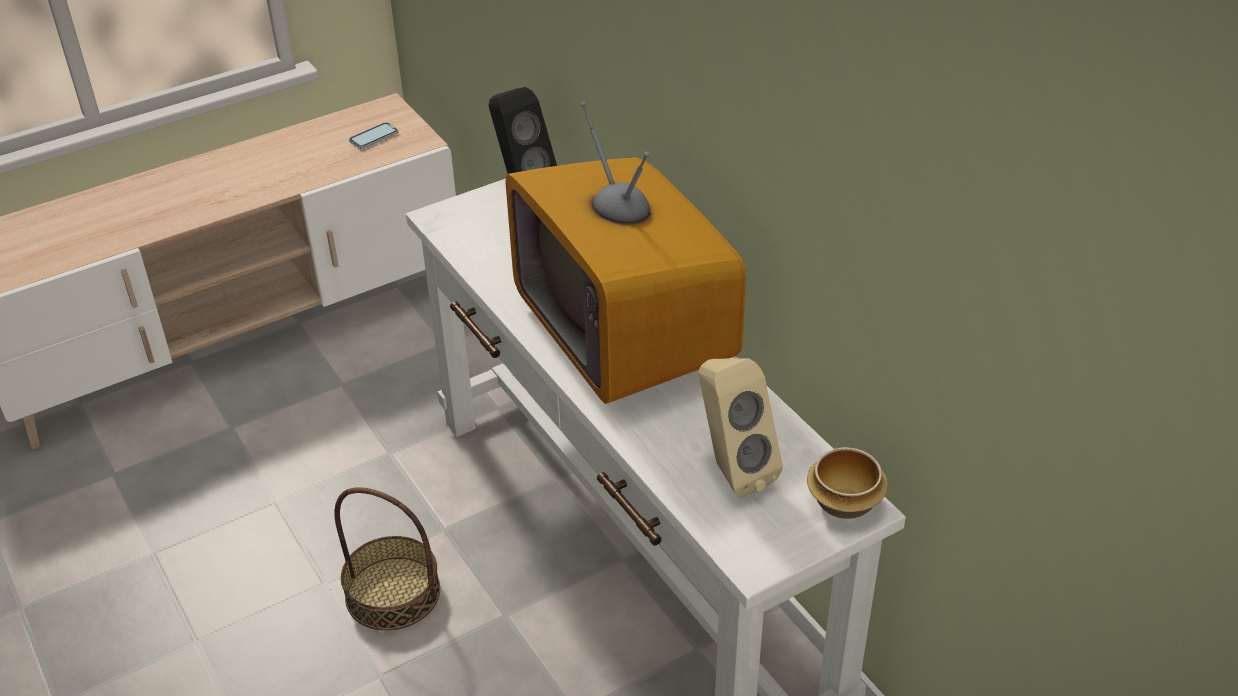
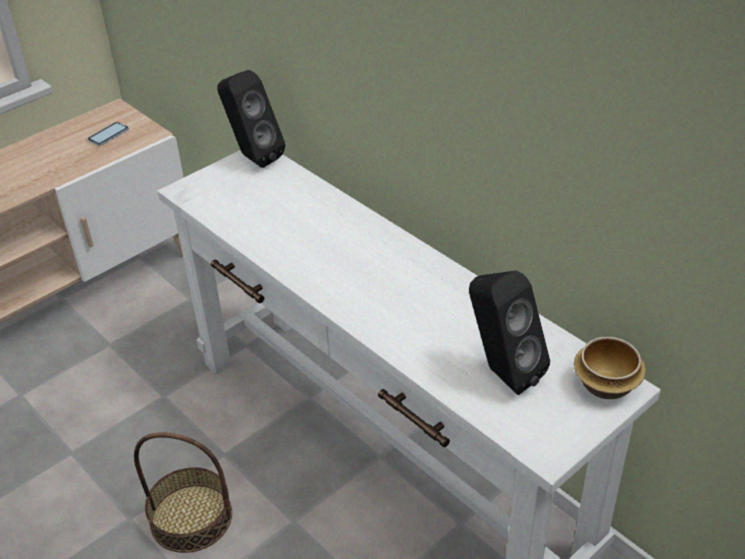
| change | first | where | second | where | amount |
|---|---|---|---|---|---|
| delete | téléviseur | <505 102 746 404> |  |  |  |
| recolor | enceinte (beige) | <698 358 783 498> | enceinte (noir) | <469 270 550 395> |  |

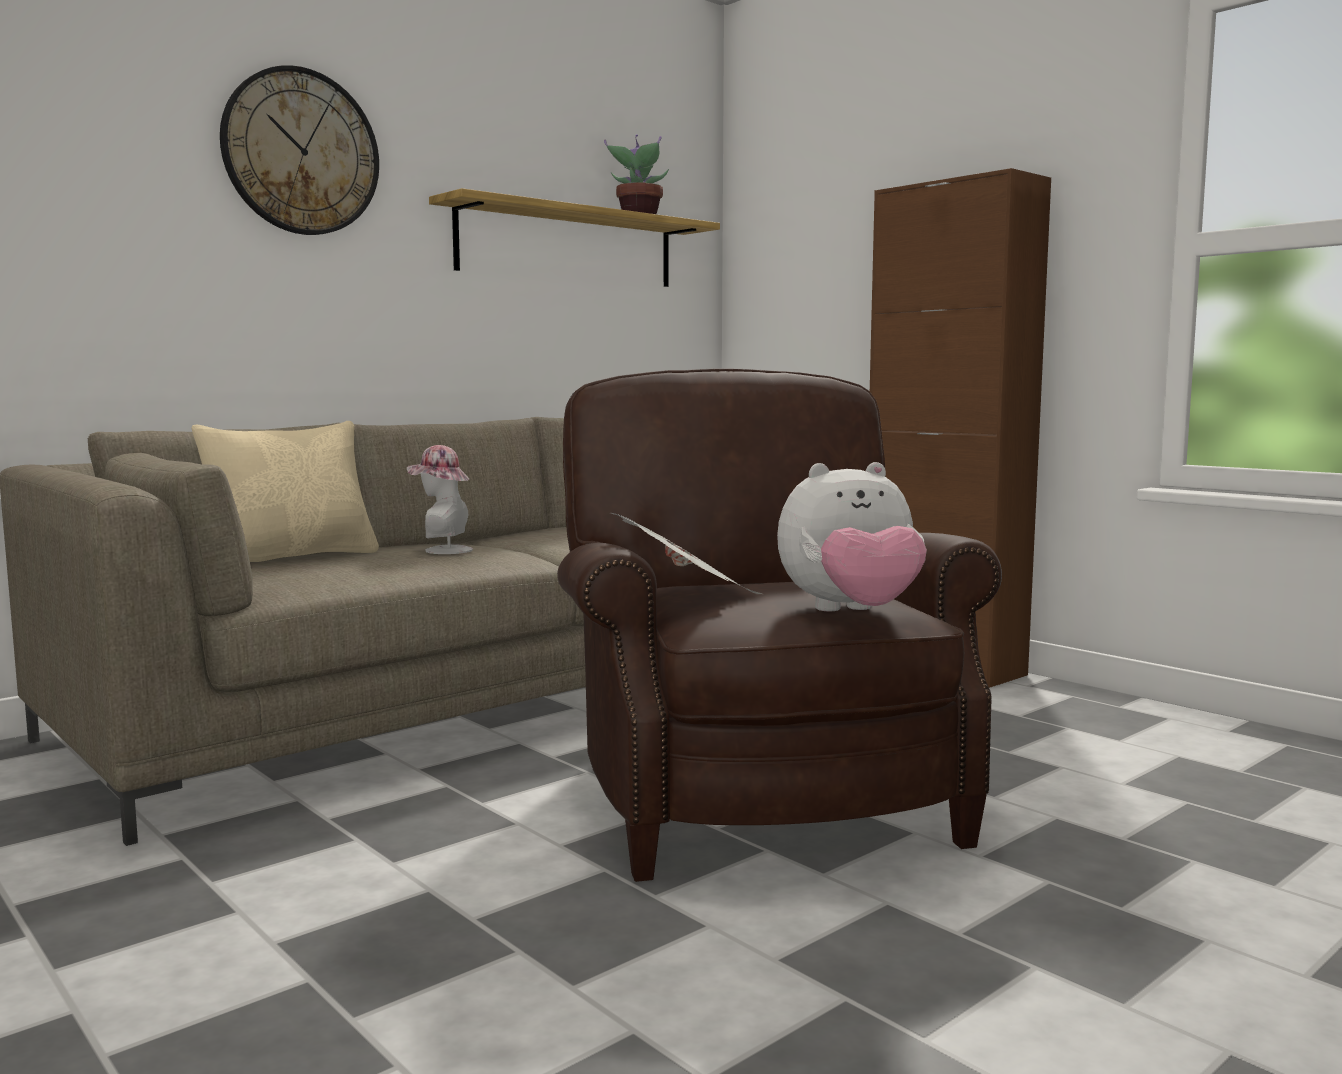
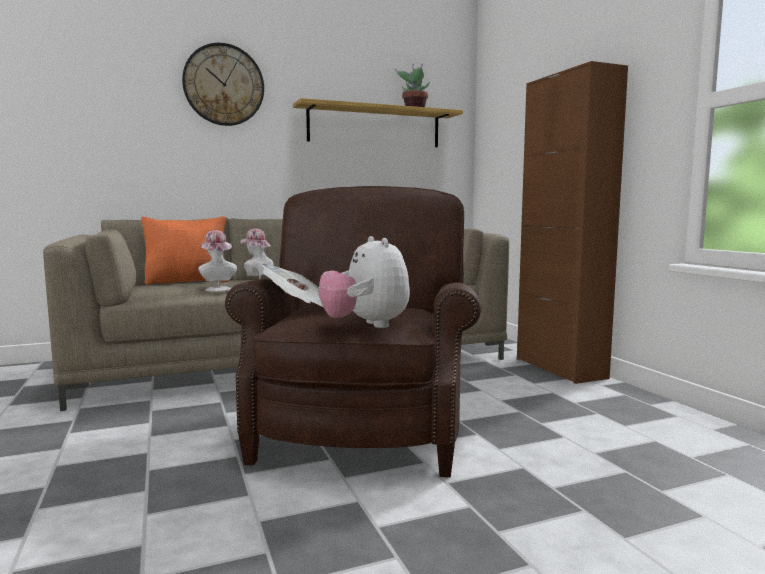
| change | first | where | second | where | amount |
|---|---|---|---|---|---|
| insert |  |  | chapeau | <198 230 237 292> |  |
| recolor | coussin (beige) | <192 421 379 562> | coussin (orange) | <141 216 229 285> |  |
| rotate | peluche | <777 462 927 611> |  | <318 236 410 328> | 60 degrees clockwise |

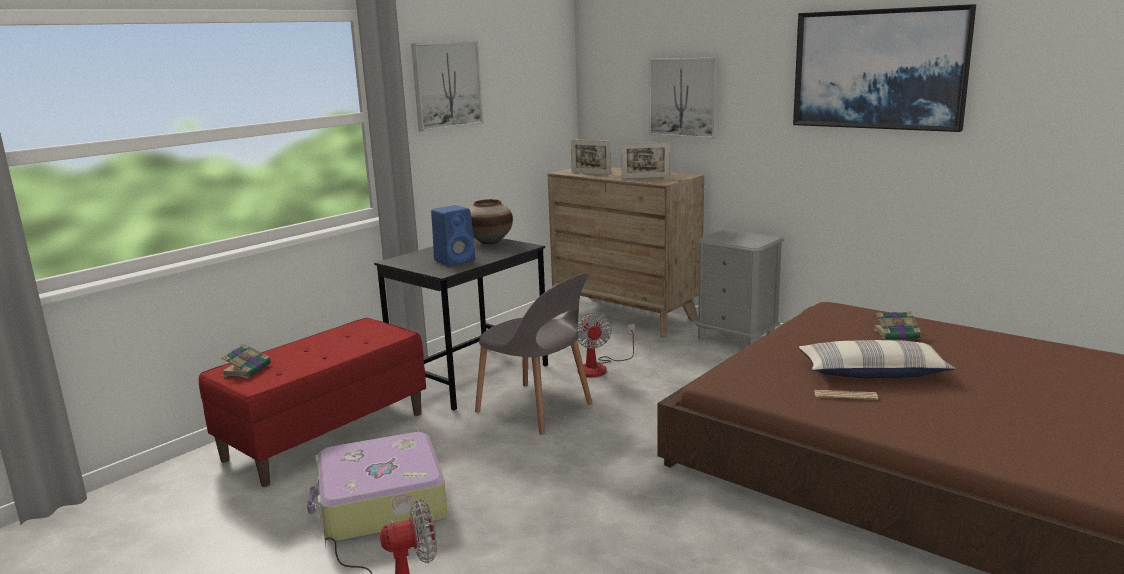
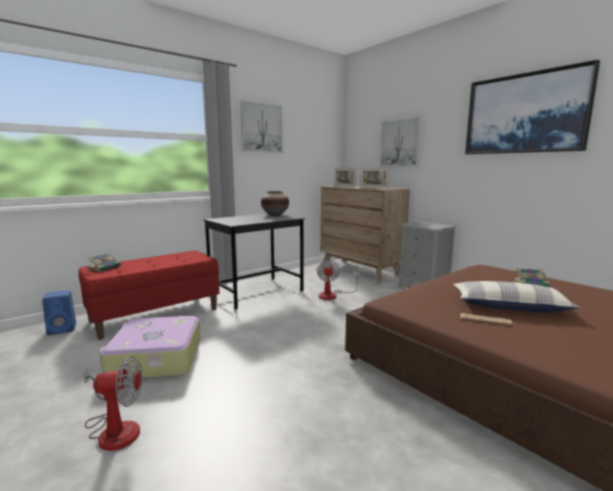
| change | first | where | second | where | amount |
|---|---|---|---|---|---|
| delete | chaise (gris) | <475 273 592 435> |  |  |  |
| move | enceinte (bleu) | <431 205 475 266> |  | <42 290 76 335> |  |

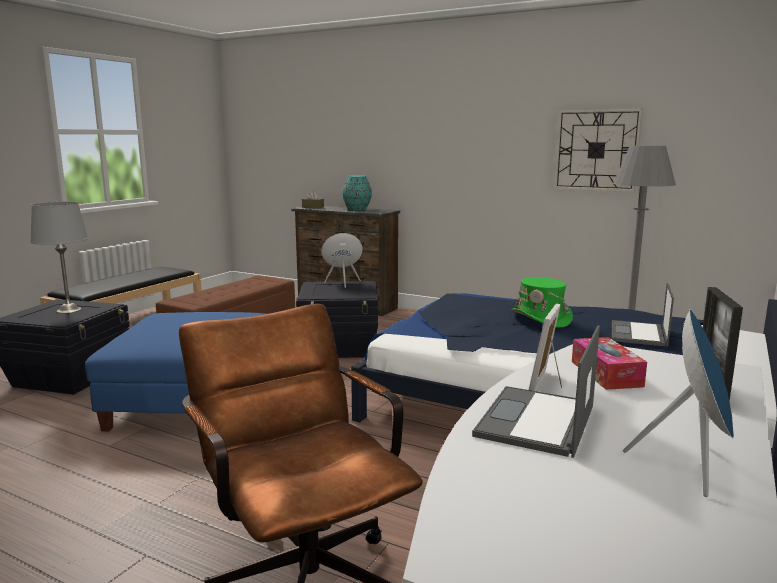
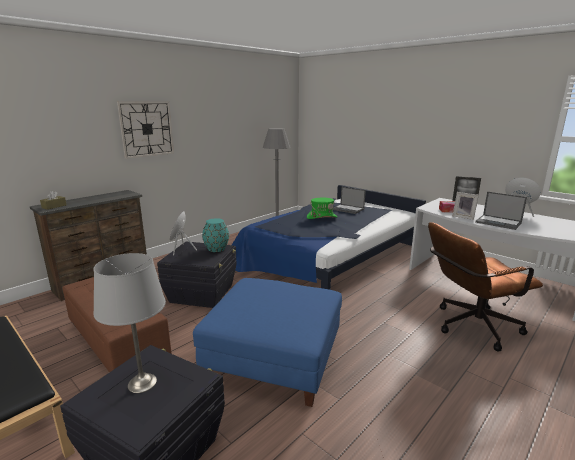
| change | first | where | second | where | amount |
|---|---|---|---|---|---|
| move | vase (turquoise) | <342 175 372 211> |  | <202 218 229 252> |  |
| move | horloge murale | <554 108 643 192> |  | <117 101 174 159> |  |

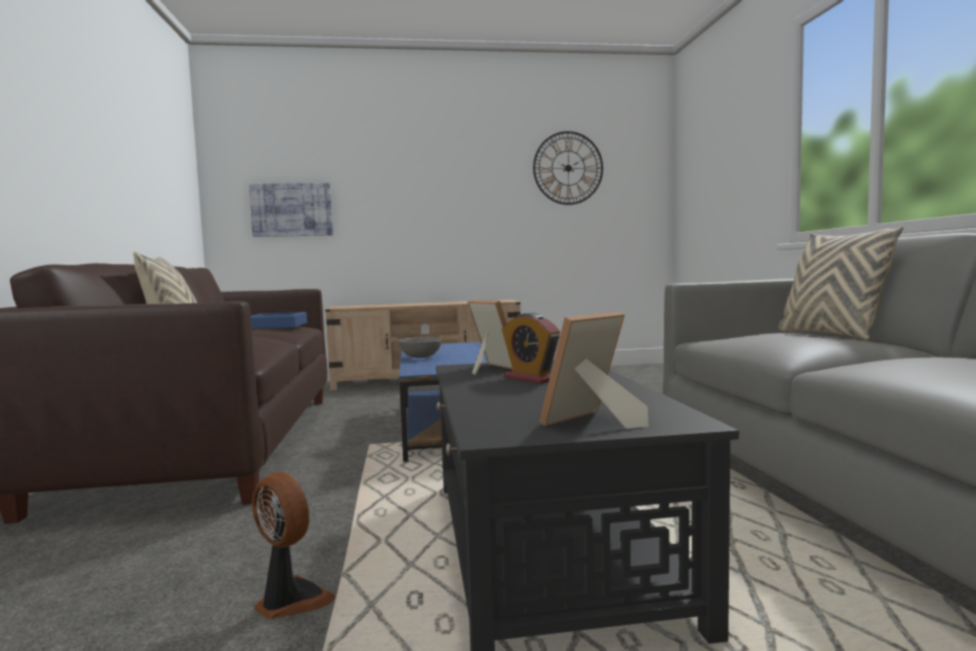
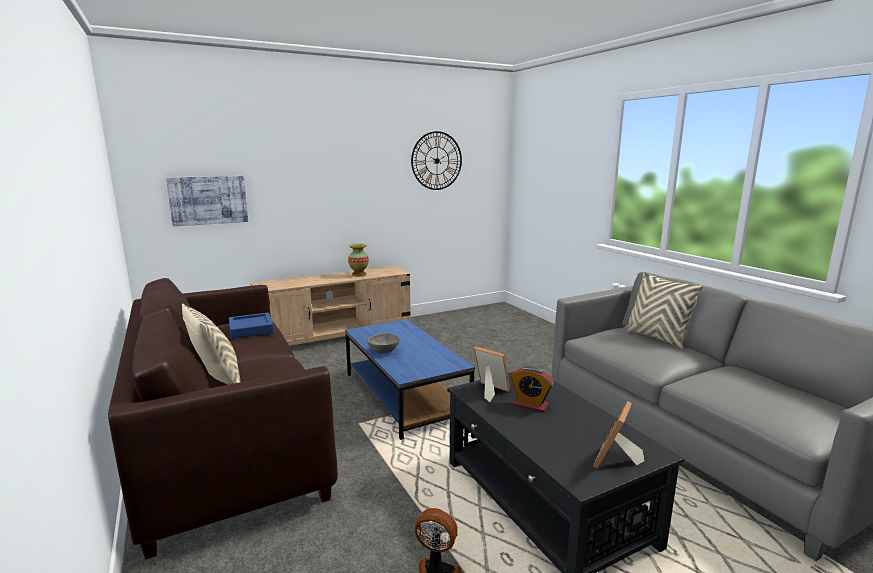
| change | first | where | second | where | amount |
|---|---|---|---|---|---|
| insert |  |  | vase | <348 243 369 277> |  |

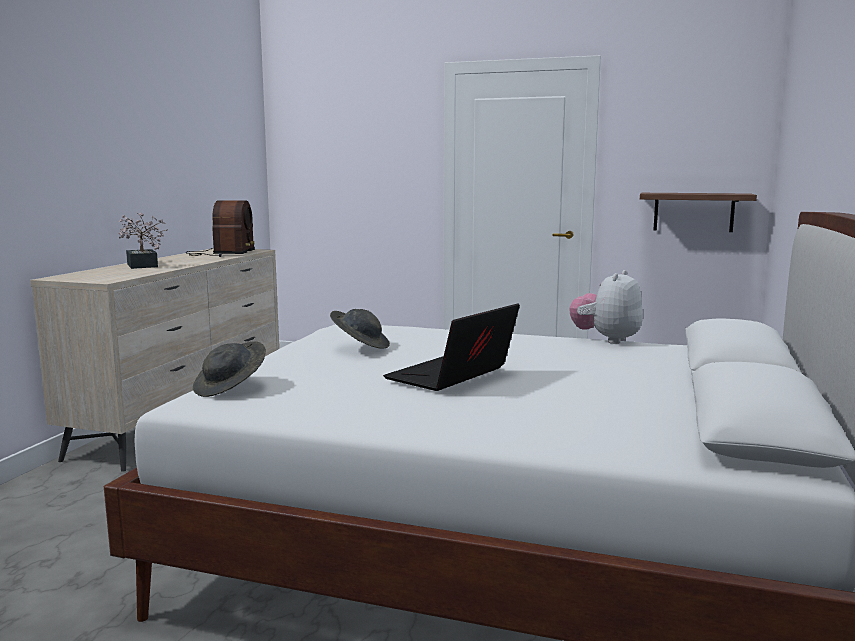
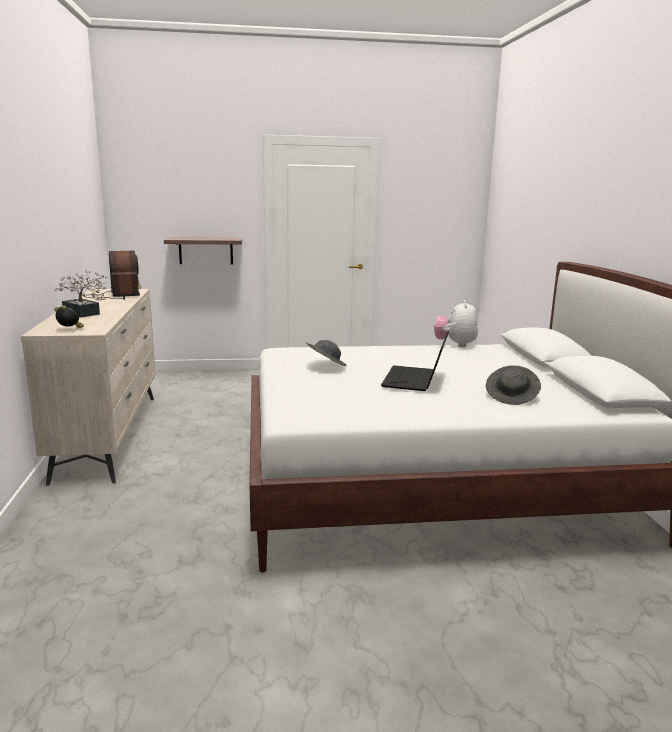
| change | first | where | second | where | amount |
|---|---|---|---|---|---|
| insert |  |  | réveil | <54 305 84 328> |  |
| move | chapeau (gris) | <193 341 266 397> |  | <486 365 541 405> |  |
| move | étagère | <640 193 757 232> |  | <164 237 243 264> |  |

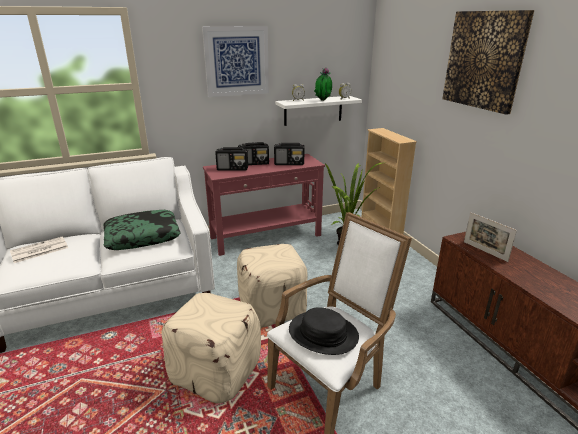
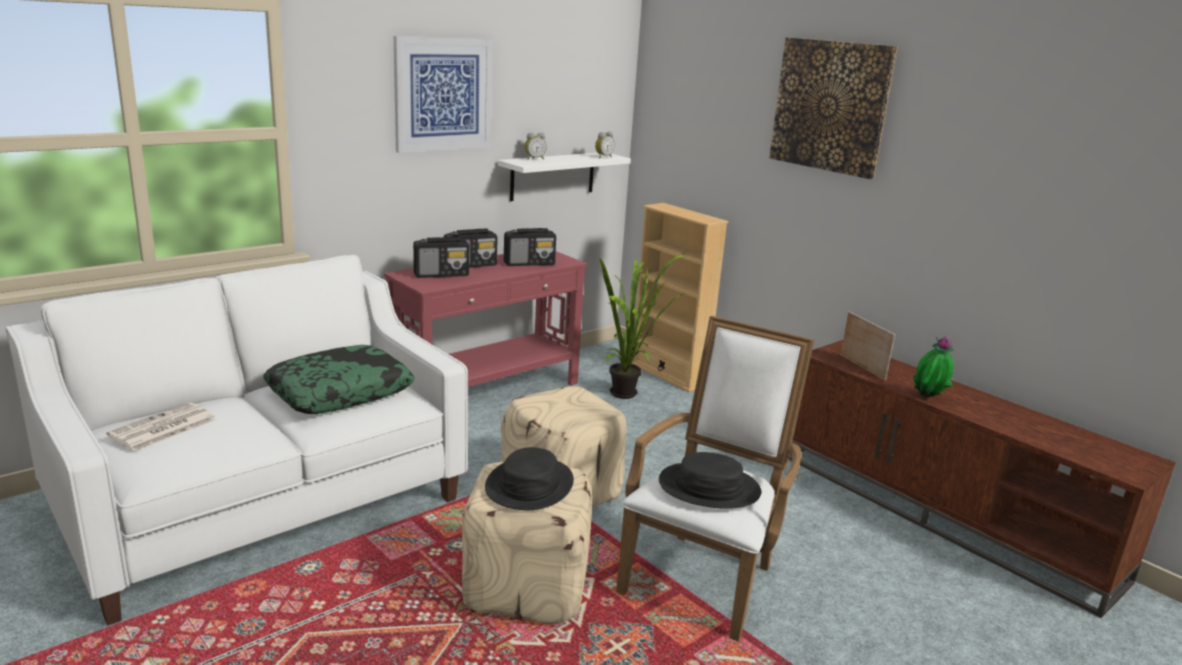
| change | first | where | second | where | amount |
|---|---|---|---|---|---|
| insert |  |  | chapeau (noir) | <485 447 574 510> |  |
| move | plante en pot | <314 67 332 101> |  | <913 336 954 397> |  |
| rotate | cadre photo | <464 212 517 262> |  | <841 311 895 381> | 150 degrees counterclockwise |

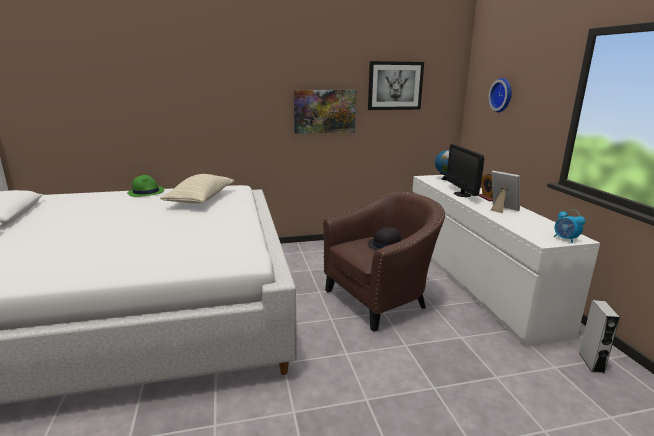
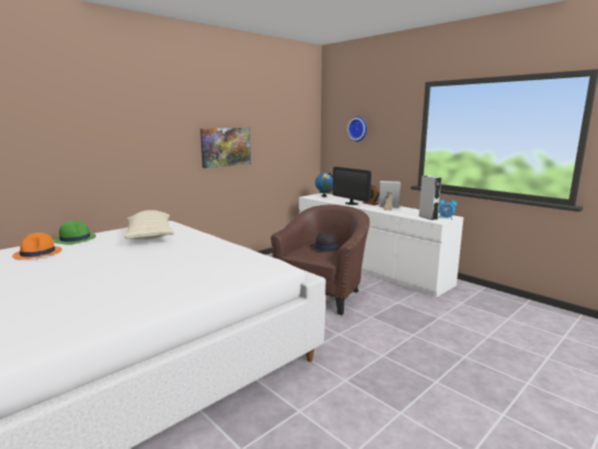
| change | first | where | second | where | amount |
|---|---|---|---|---|---|
| delete | tableau | <368 61 424 110> |  |  |  |
| insert |  |  | chapeau (orange) | <12 233 62 260> |  |
| move | enceinte (gris) | <579 300 620 373> |  | <419 175 441 220> |  |

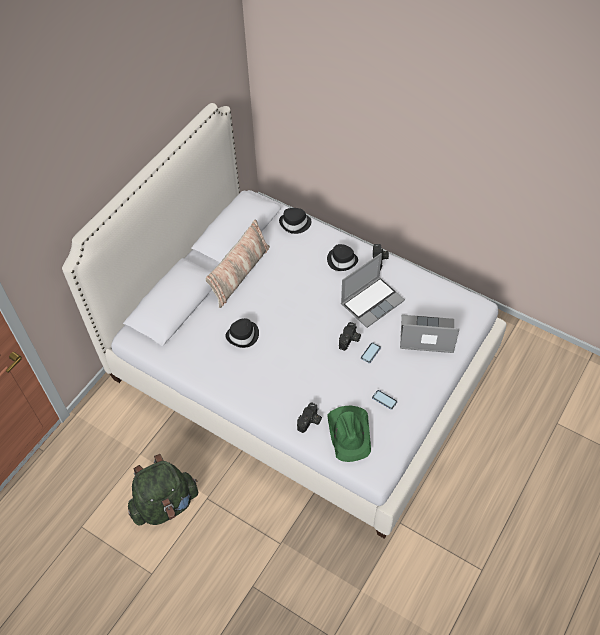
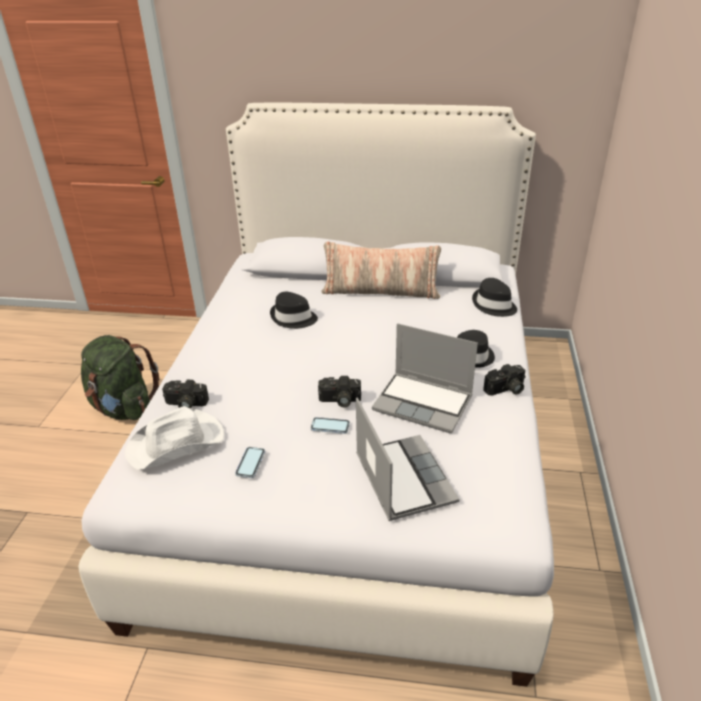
| change | first | where | second | where | amount |
|---|---|---|---|---|---|
| recolor | chapeau (vert) | <328 406 371 462> | chapeau (blanc) | <125 406 224 470> |  |

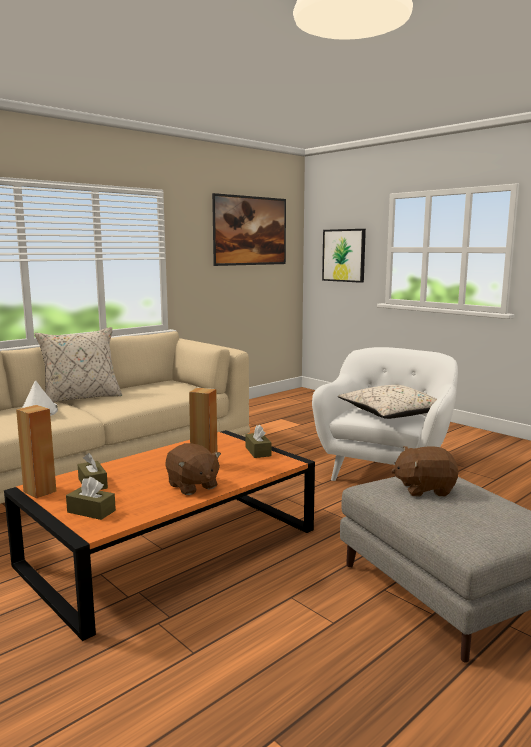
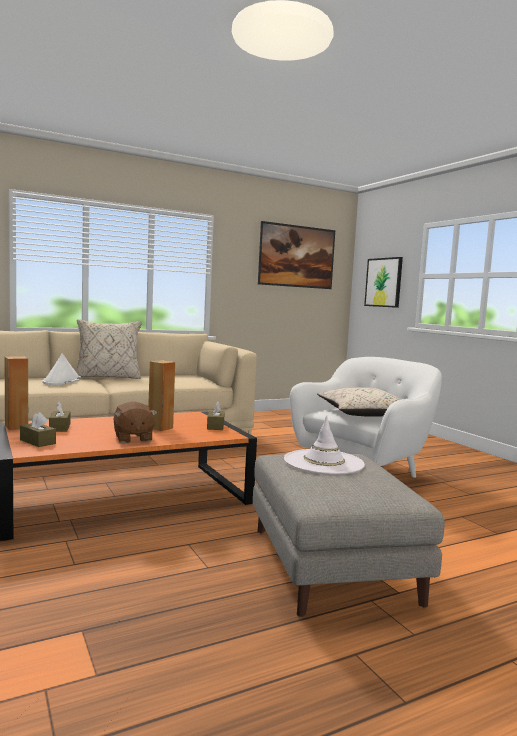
| change | first | where | second | where | amount |
|---|---|---|---|---|---|
| replace | peluche (marron) | <391 446 458 497> | chapeau (blanc) | <284 415 365 475> |  |

